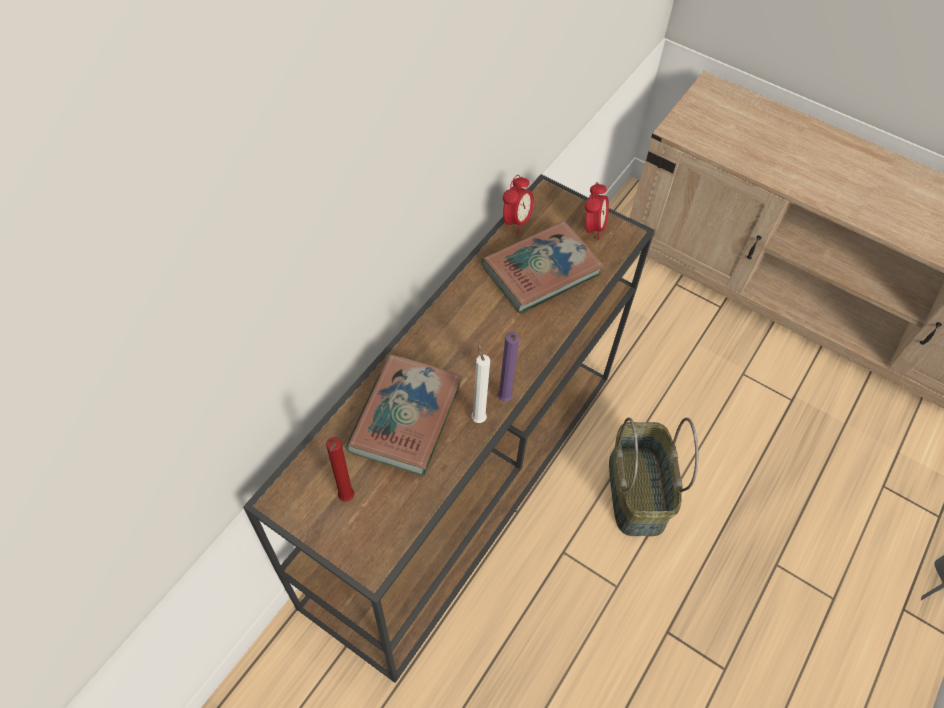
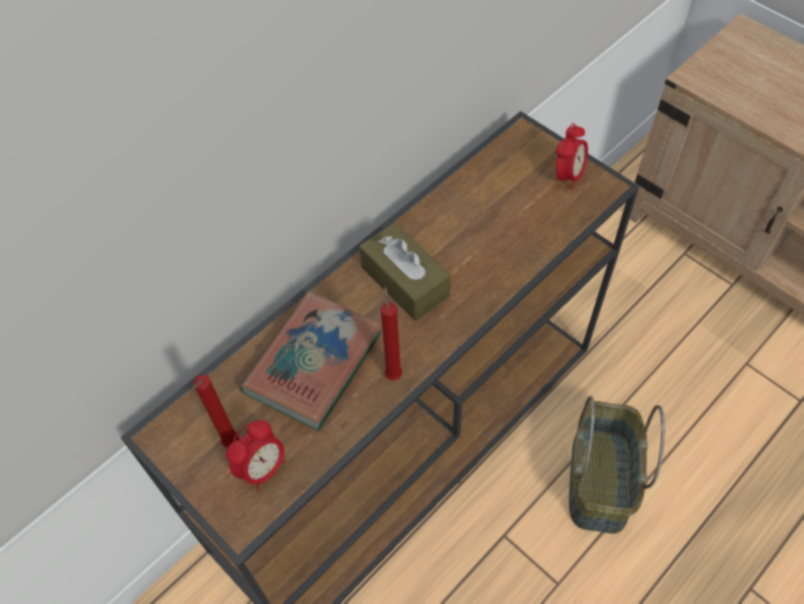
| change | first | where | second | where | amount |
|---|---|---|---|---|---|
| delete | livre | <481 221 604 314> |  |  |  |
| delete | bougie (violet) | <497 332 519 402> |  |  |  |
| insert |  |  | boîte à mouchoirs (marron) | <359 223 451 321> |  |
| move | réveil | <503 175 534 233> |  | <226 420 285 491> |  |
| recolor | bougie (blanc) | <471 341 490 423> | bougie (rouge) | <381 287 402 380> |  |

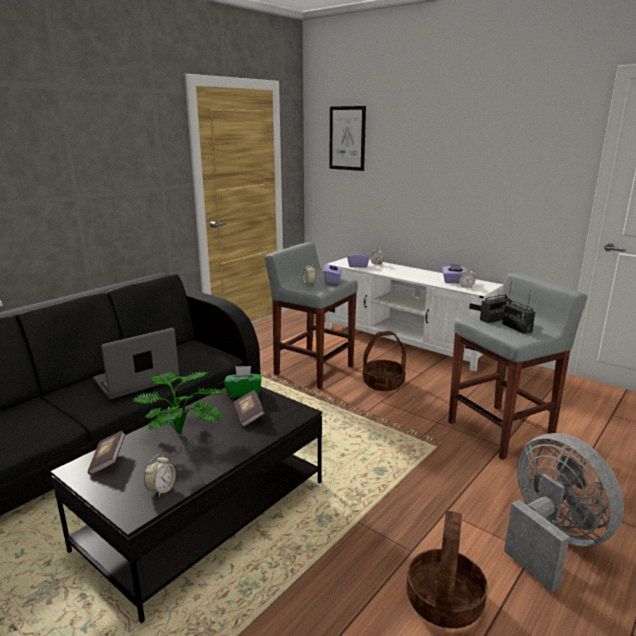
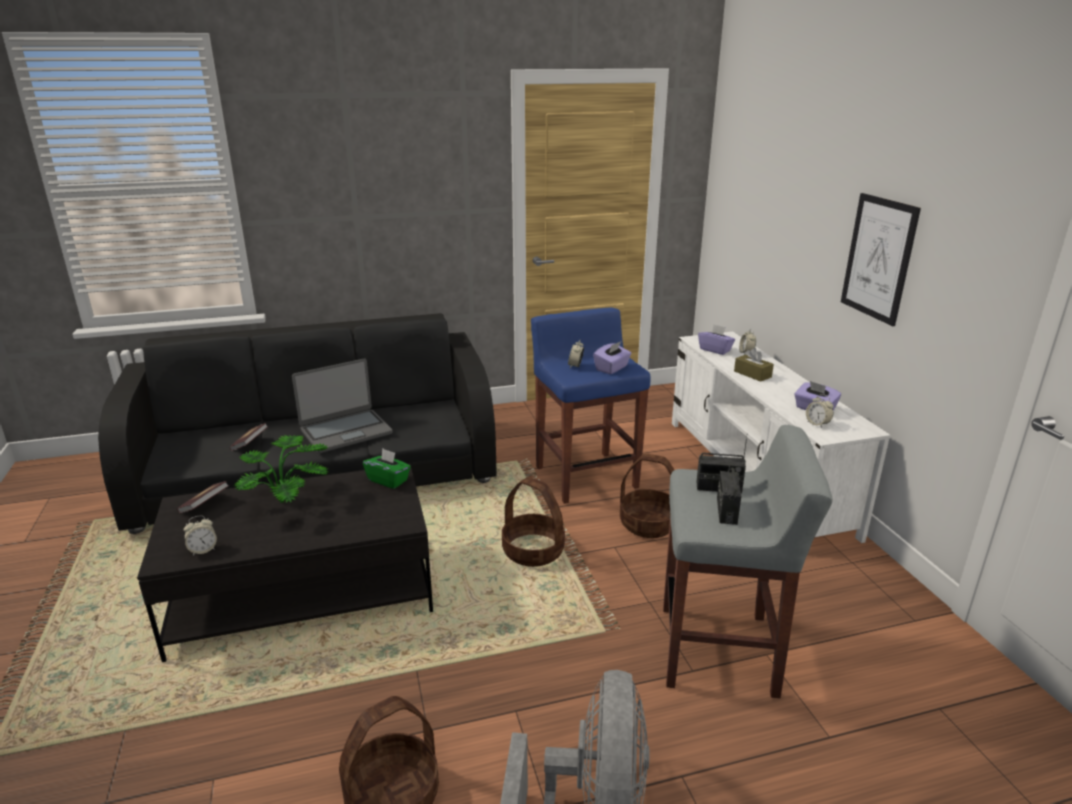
| change | first | where | second | where | amount |
|---|---|---|---|---|---|
| insert |  |  | panier | <502 477 565 567> |  |
| insert |  |  | boîte à mouchoirs (marron) | <734 348 774 382> |  |
| move | livre | <234 390 265 427> |  | <229 423 268 451> |  |
| move | tableau | <329 106 366 171> |  | <841 193 921 326> |  |
| recolor | tabouret (gris) | <264 243 358 389> | tabouret (bleu) | <531 307 651 504> |  |
| rotate | ordinateur portable | <93 328 179 399> |  | <292 359 393 453> | 150 degrees clockwise |

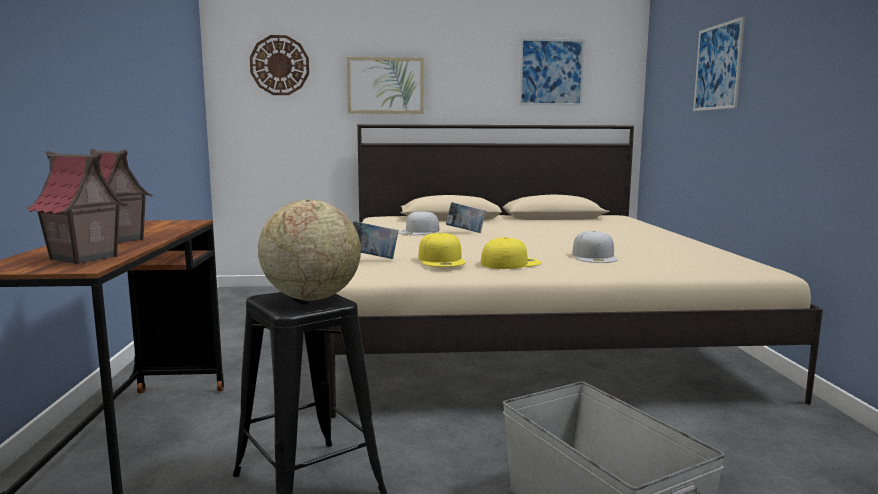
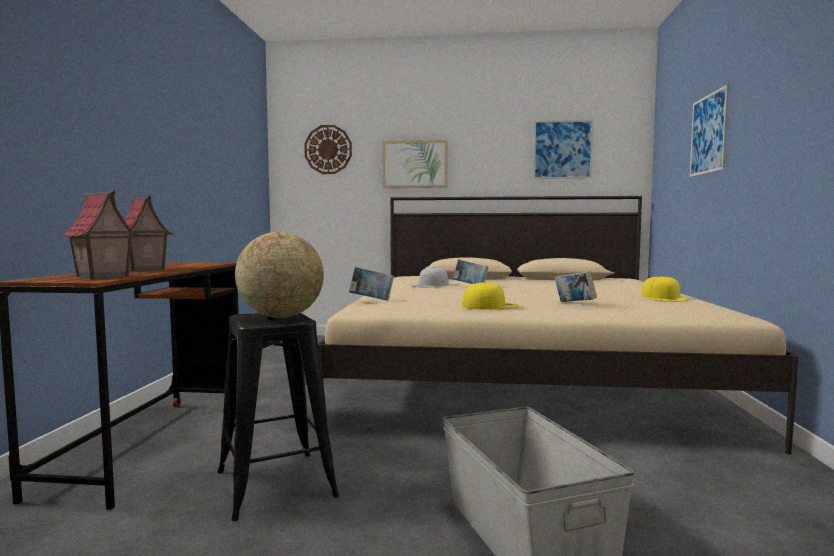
| change | first | where | second | where | amount |
|---|---|---|---|---|---|
| move | casquette (jaune) | <419 233 466 267> |  | <641 276 688 302> |  |
| replace | casquette (blanc) | <572 231 618 263> | livre | <555 271 597 302> |  |

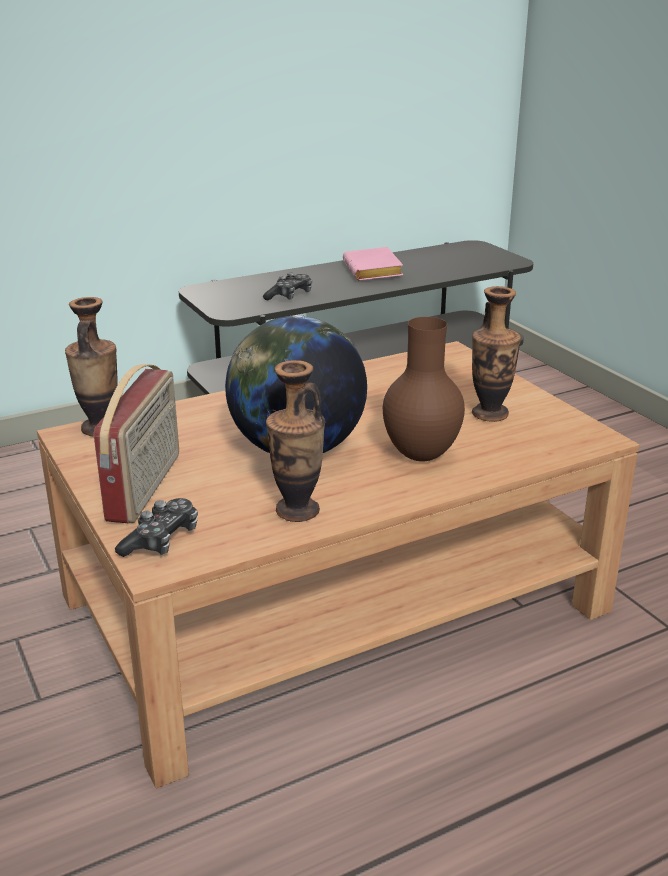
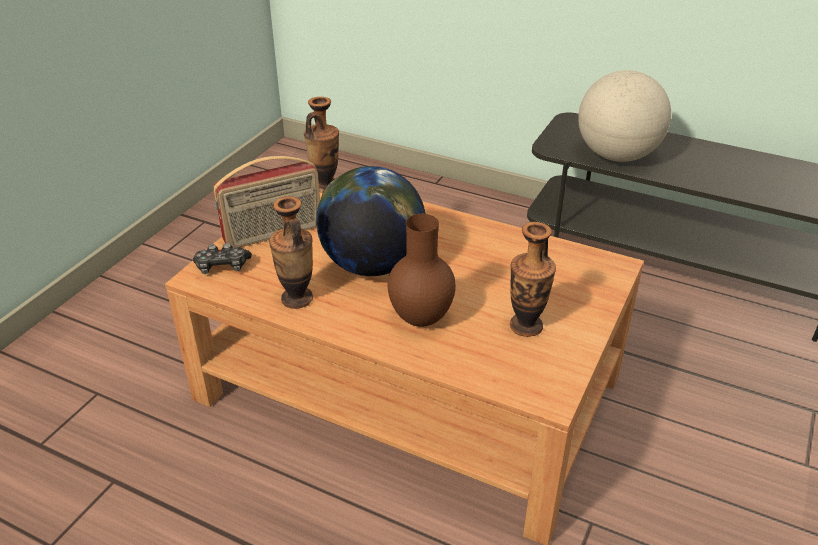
| change | first | where | second | where | amount |
|---|---|---|---|---|---|
| delete | livre (rose) | <343 247 403 281> |  |  |  |
| replace | manette | <263 273 312 301> | globe | <578 70 671 162> |  |

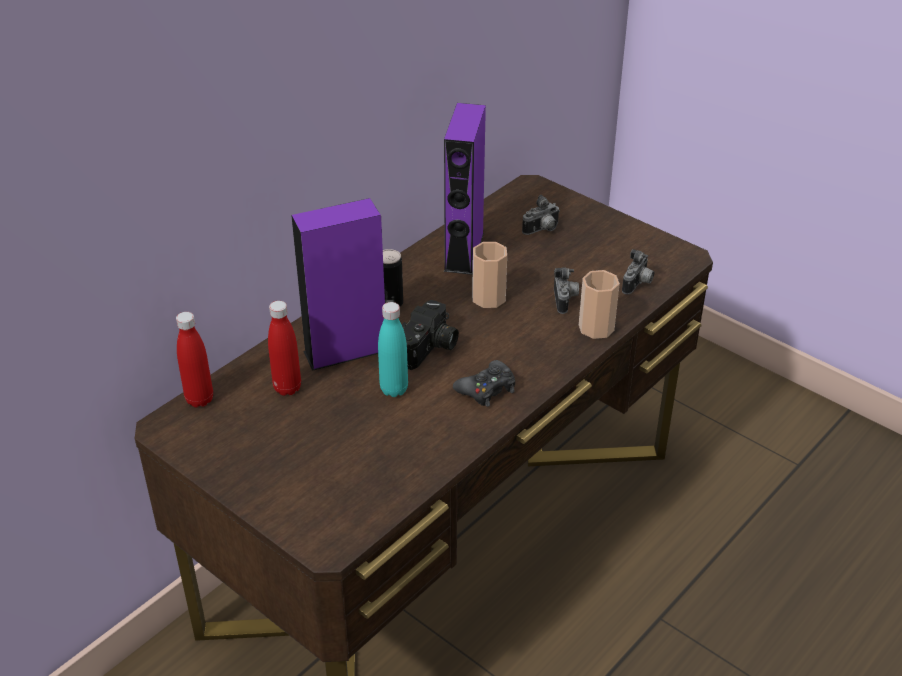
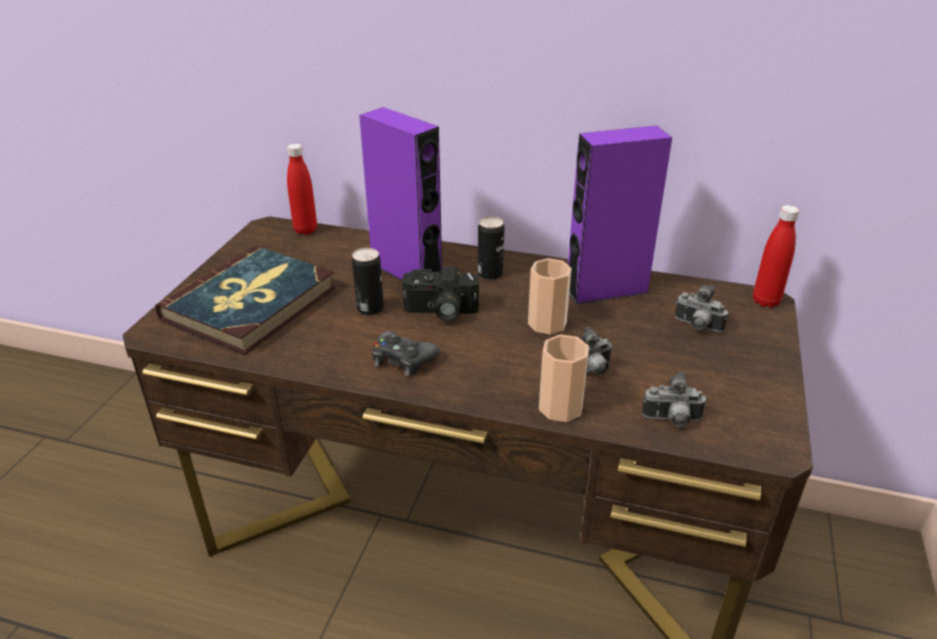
| change | first | where | second | where | amount |
|---|---|---|---|---|---|
| insert |  |  | livre | <155 245 336 355> |  |
| move | bouteille (rouge) | <268 301 301 396> |  | <753 205 799 308> |  |
| replace | bouteille (turquoise) | <378 302 408 397> | boîte métallique | <352 248 384 315> |  |

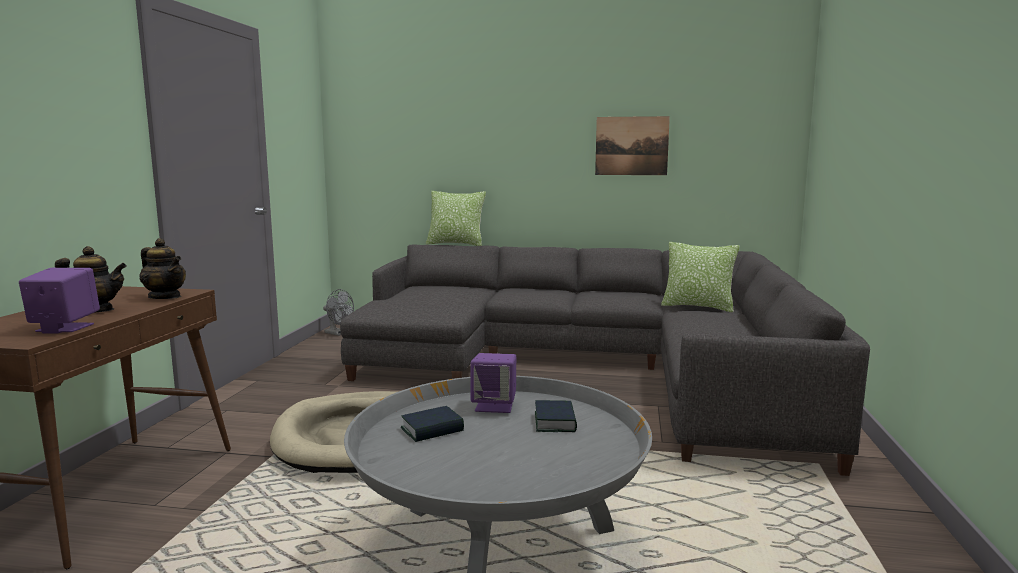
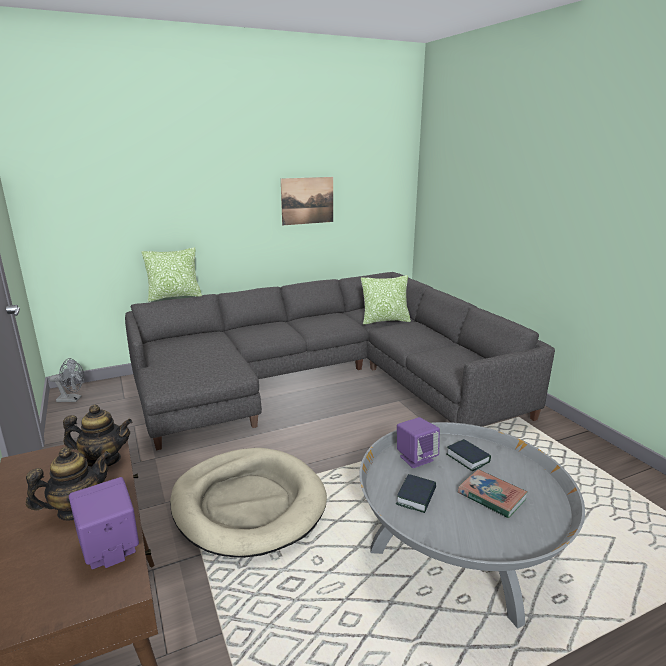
| change | first | where | second | where | amount |
|---|---|---|---|---|---|
| insert |  |  | livre | <458 469 527 518> |  |

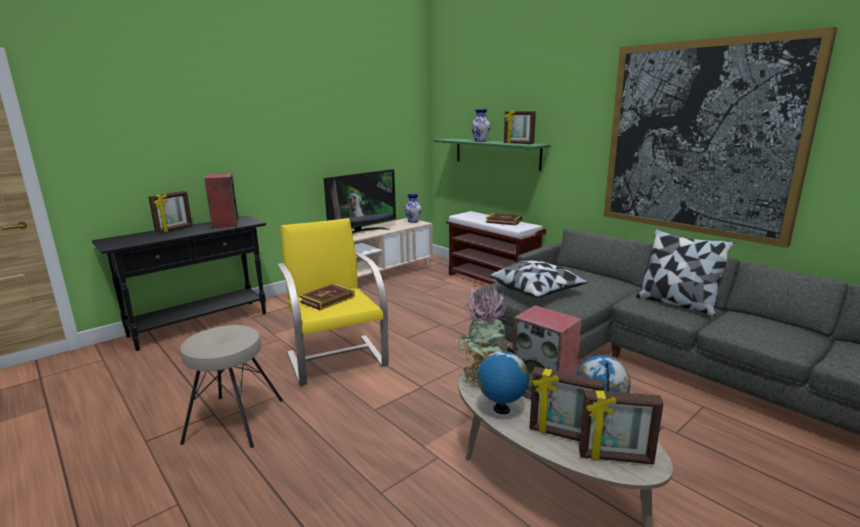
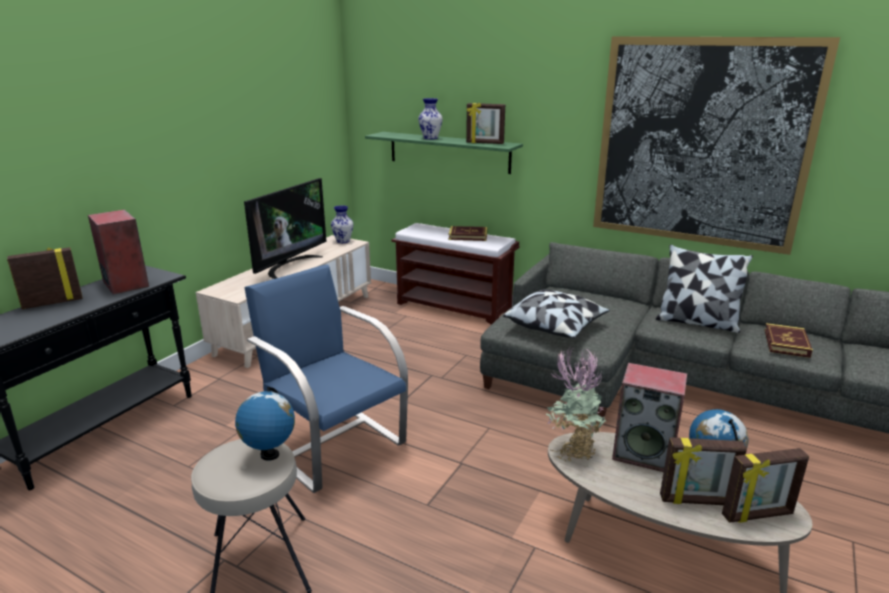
| change | first | where | second | where | amount |
|---|---|---|---|---|---|
| move | livre | <300 283 355 310> |  | <764 323 813 358> |  |
| move | globe | <477 347 529 414> |  | <235 386 295 461> |  |
| recolor | fauteuil (jaune) | <277 218 389 386> | fauteuil (bleu) | <244 264 408 493> |  |
| rotate | cadre photo | <148 191 193 233> |  | <7 247 83 309> | 135 degrees counterclockwise |

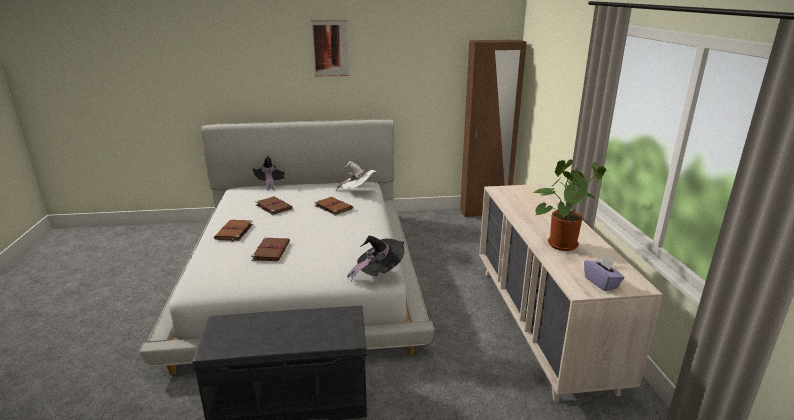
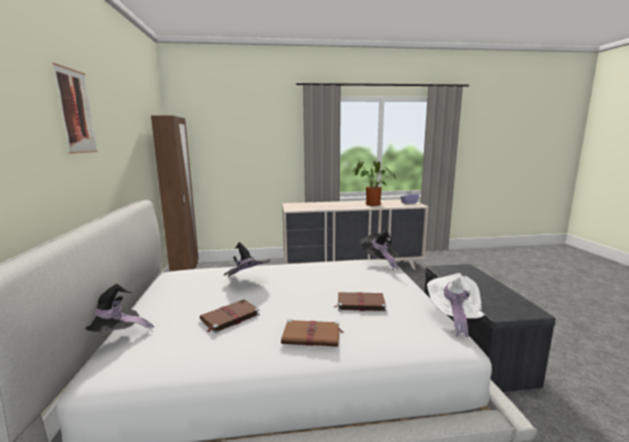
| change | first | where | second | where | amount |
|---|---|---|---|---|---|
| move | chapeau (blanc) | <335 161 376 191> |  | <427 273 485 337> |  |
| replace | livre (marron) | <315 197 353 216> | chapeau (noir) | <224 242 270 277> |  |

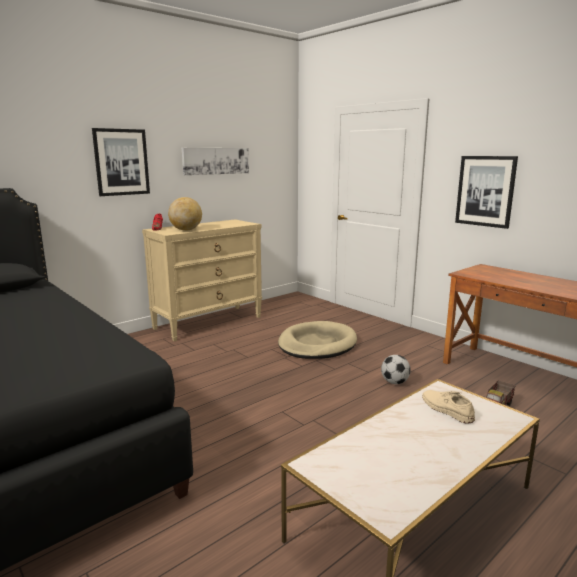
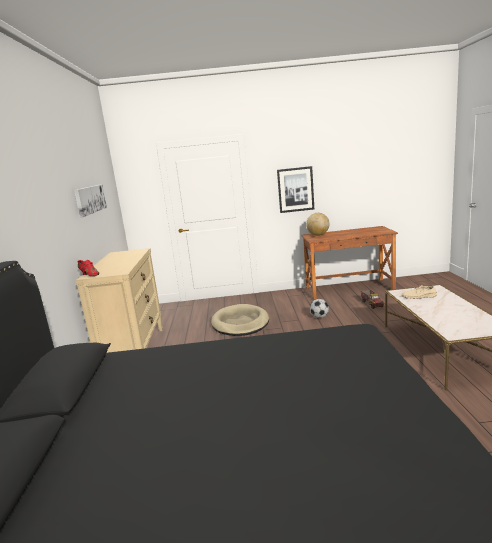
| change | first | where | second | where | amount |
|---|---|---|---|---|---|
| delete | tableau | <92 128 150 196> |  |  |  |
| move | globe | <168 197 202 231> |  | <306 213 330 236> |  |

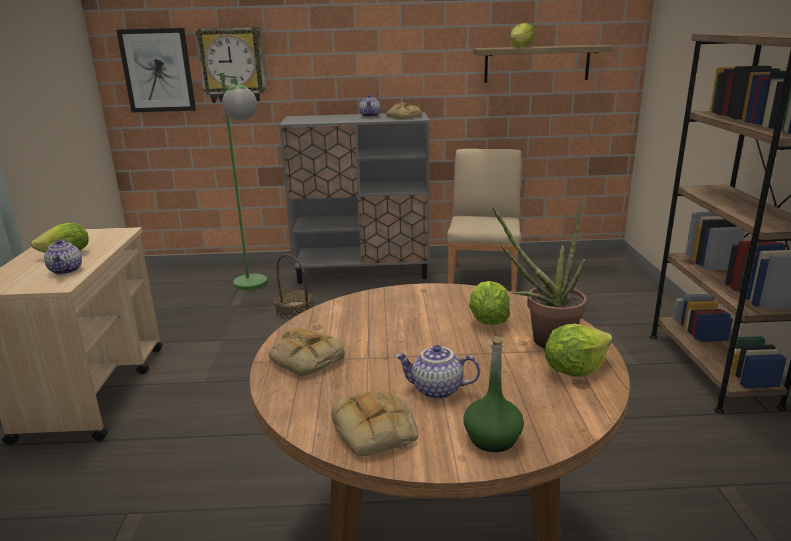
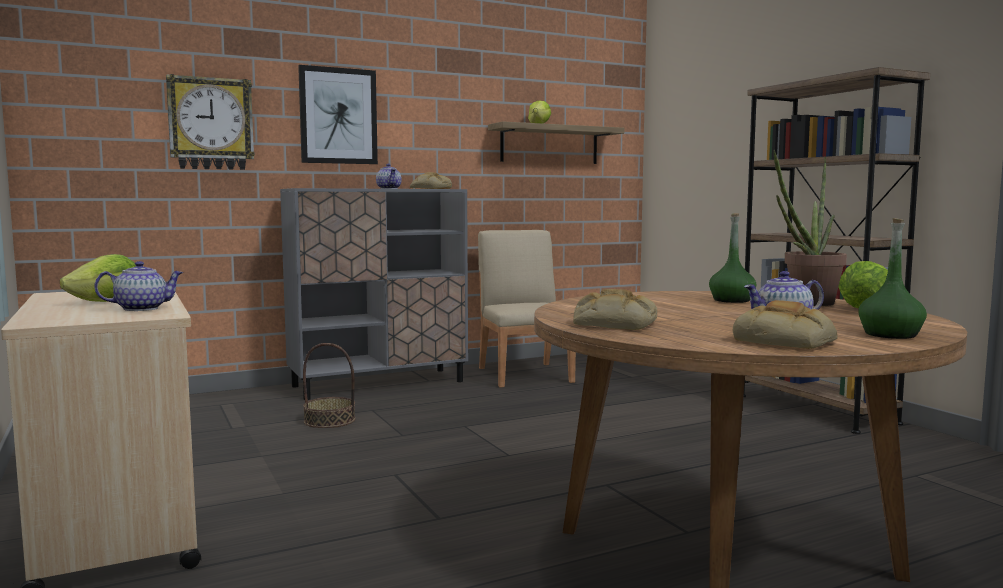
| change | first | where | second | where | amount |
|---|---|---|---|---|---|
| delete | lampadaire (vert) | <217 72 268 290> |  |  |  |
| move | tableau | <117 28 196 112> |  | <298 65 378 164> |  |
| replace | laitue | <469 281 510 325> | bouteille (vert) | <709 213 756 303> |  |
| rotate | théière | <44 239 82 275> |  | <94 261 184 311> | 75 degrees counterclockwise |

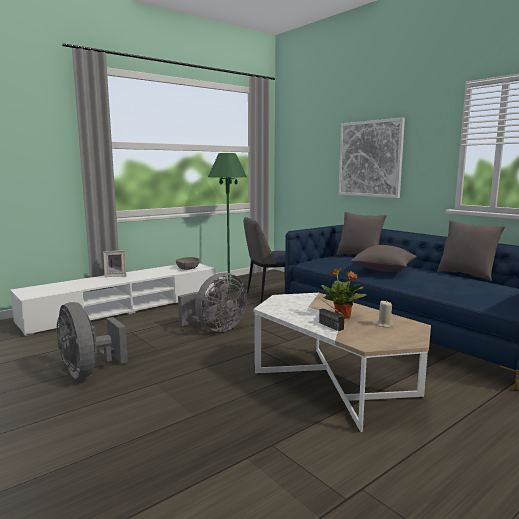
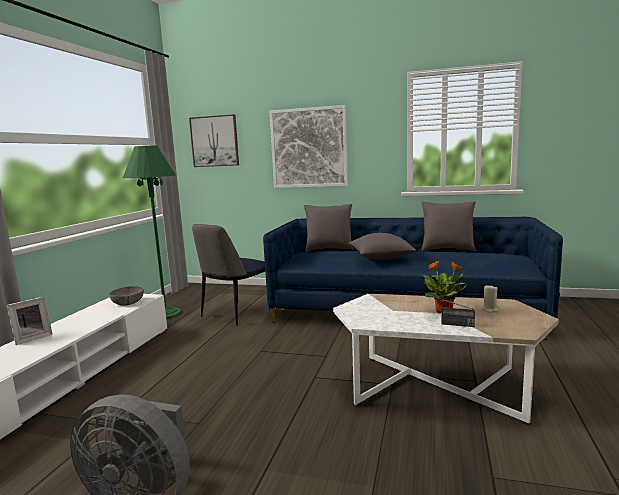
| change | first | where | second | where | amount |
|---|---|---|---|---|---|
| delete | ventilateur (gris) | <178 273 248 332> |  |  |  |
| insert |  |  | tableau | <189 114 239 167> |  |

